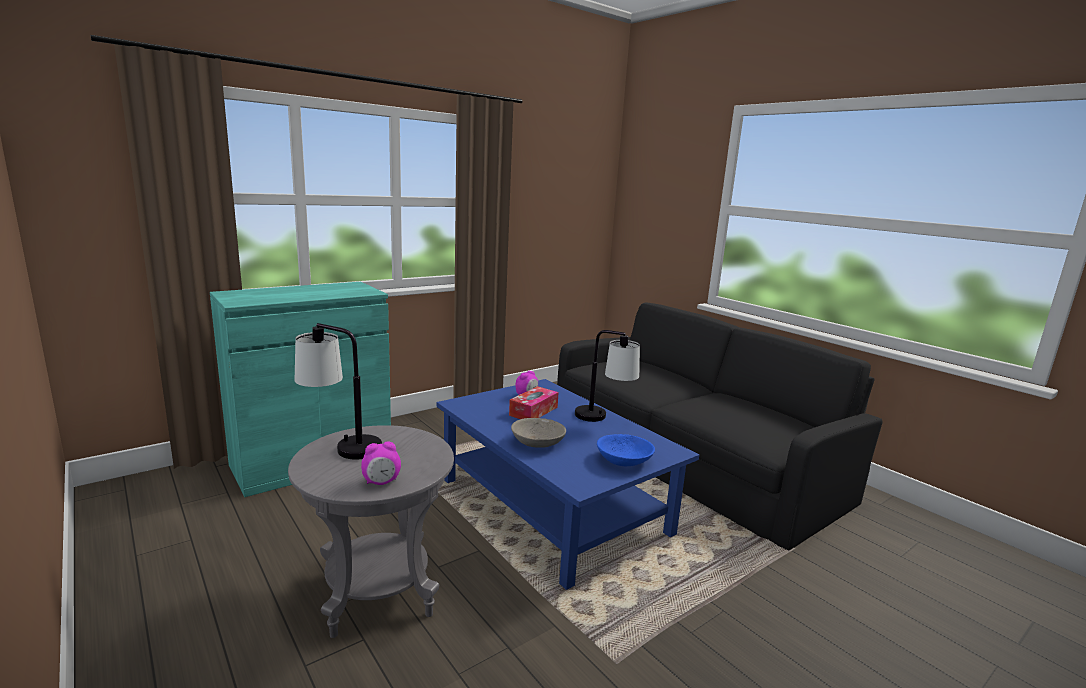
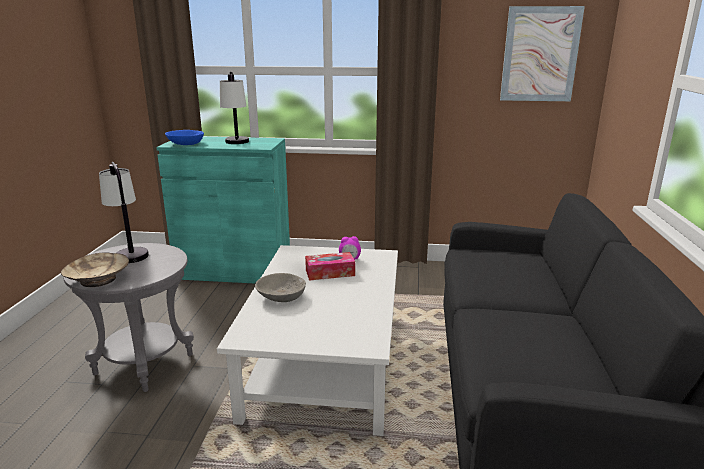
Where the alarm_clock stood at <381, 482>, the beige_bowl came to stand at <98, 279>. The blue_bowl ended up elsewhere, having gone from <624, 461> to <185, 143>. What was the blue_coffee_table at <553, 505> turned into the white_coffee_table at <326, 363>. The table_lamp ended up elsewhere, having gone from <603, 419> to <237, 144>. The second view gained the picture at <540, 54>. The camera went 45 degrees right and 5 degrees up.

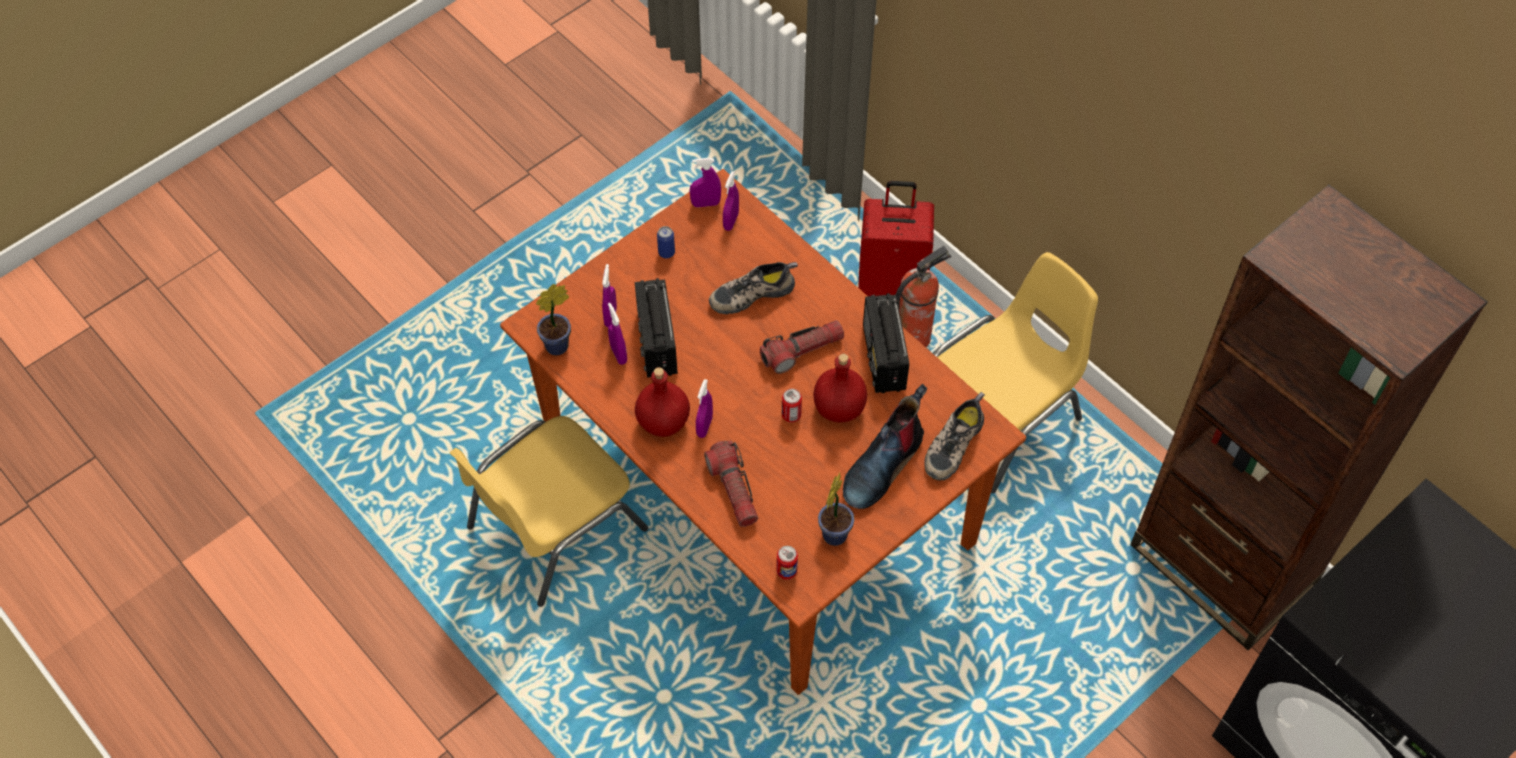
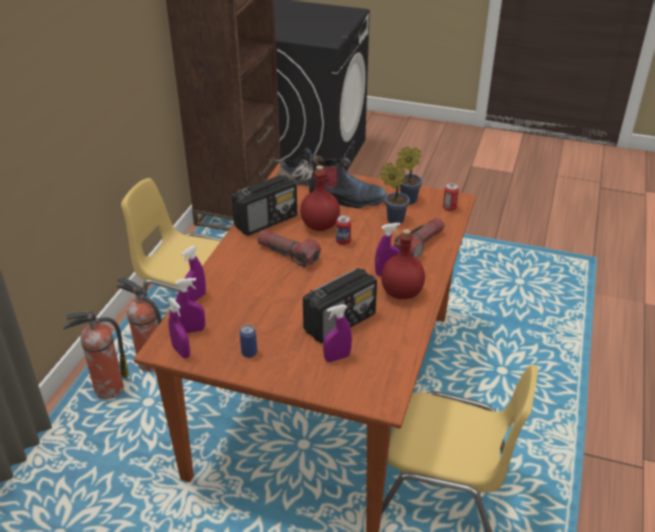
Where the red_suitcase stood at <892, 285>, the fire_extinguisher came to stand at <107, 390>. The purple_spray_bottle ended up elsewhere, having gone from <618, 354> to <196, 298>. The potted_plant ended up elsewhere, having gone from <560, 344> to <393, 219>. The second view lost the shoe at <752, 292>. The camera went 120 degrees left and 20 degrees down.

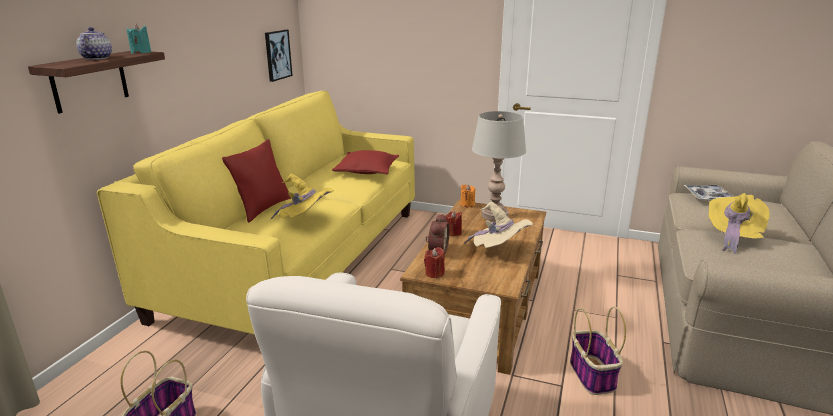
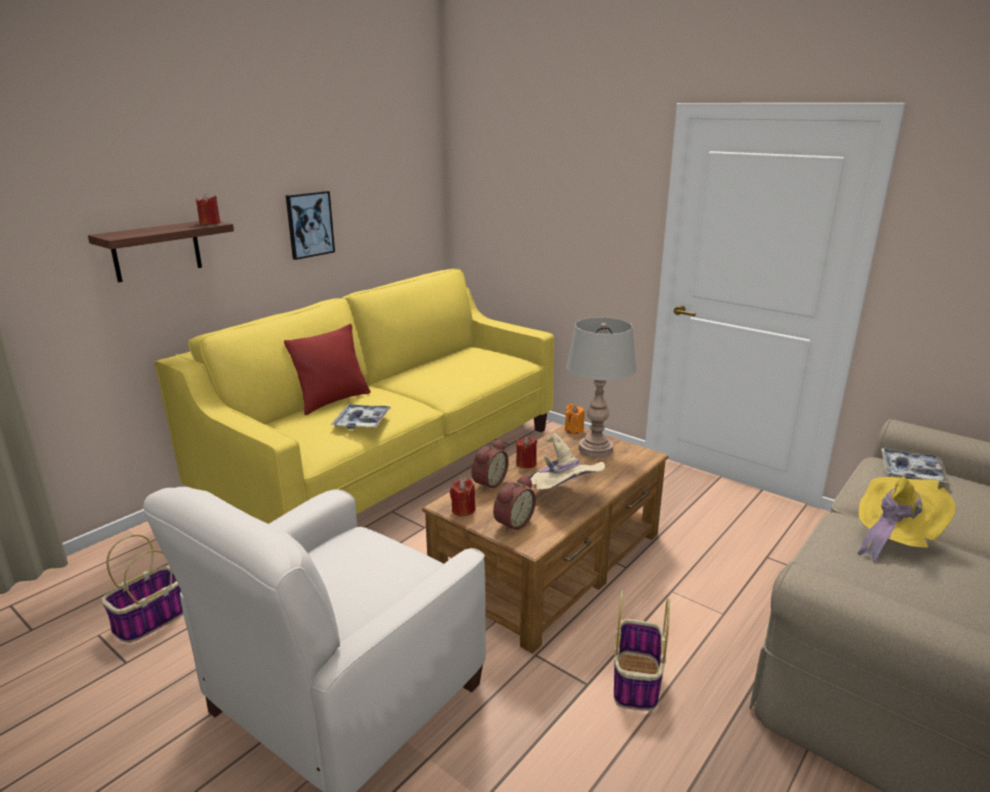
What was the turquoise_candle at <141, 52> turned into the red_candle at <210, 223>. The picture ended up elsewhere, having gone from <277, 55> to <309, 224>. Where the yellow_hat stood at <306, 220>, the tray came to stand at <362, 422>. The second view gained the alarm_clock at <512, 523>. The second view lost the teapot at <96, 58>. The second view lost the red_pillow at <367, 171>. The camera went 20 degrees right and 0 degrees up.

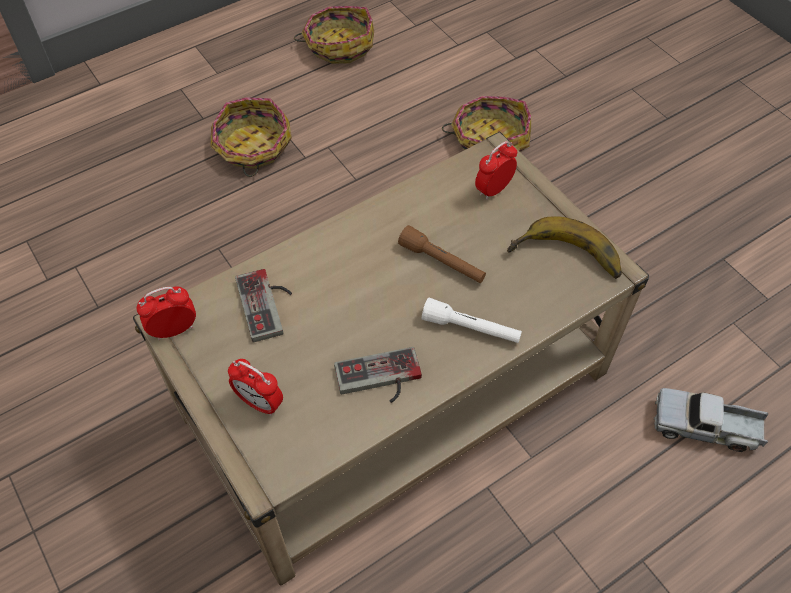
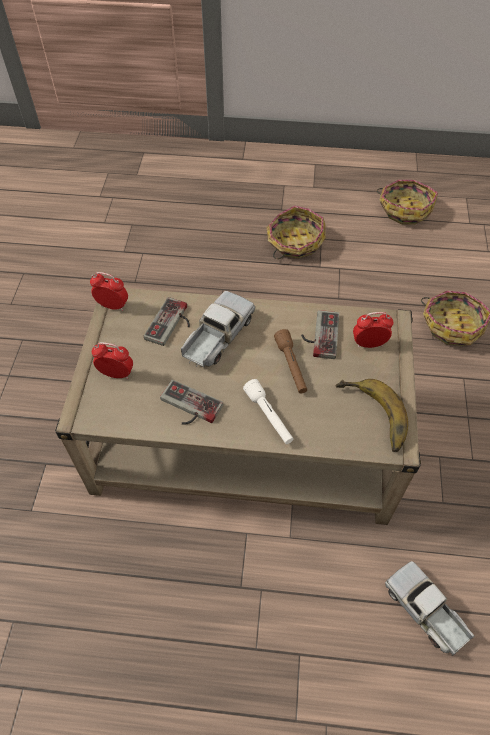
The alarm_clock at <260, 403> ended up facing another way, 120 degrees clockwise from before. The second view gained the toy_truck at <217, 336>. The second view gained the game_controller at <319, 335>. The camera went 40 degrees right and 0 degrees up.

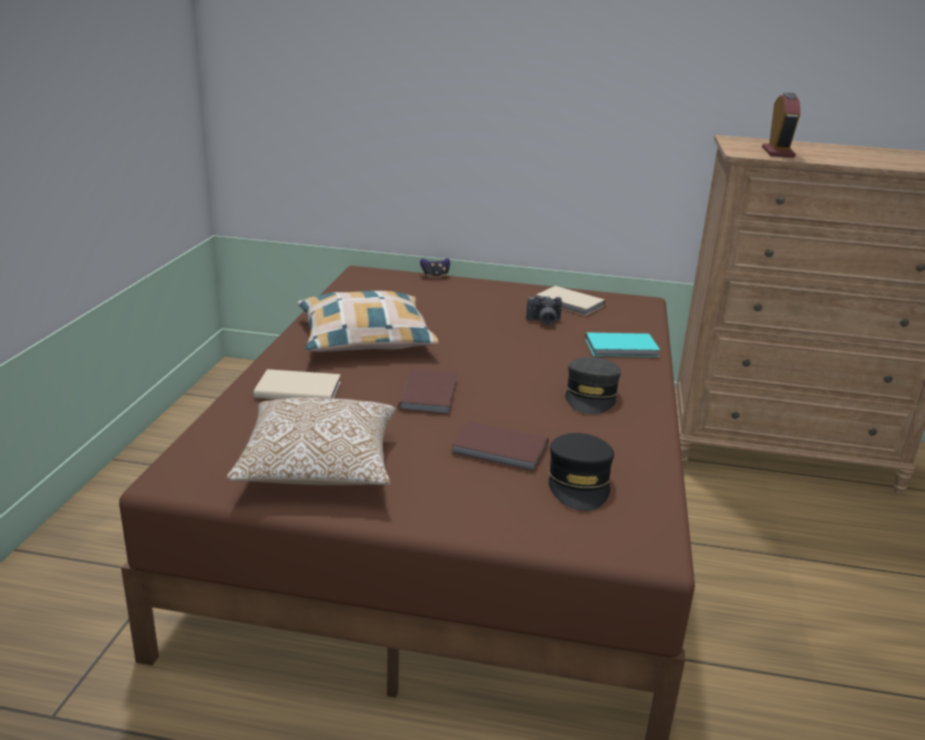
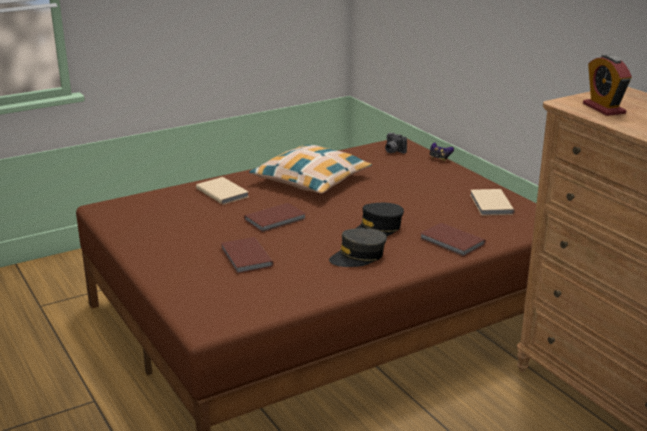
The black_cap ended up elsewhere, having gone from <579, 483> to <378, 229>. The photo_camera ended up elsewhere, having gone from <544, 321> to <393, 151>. What was the turquoise_book at <622, 348> turned into the brown_book at <451, 242>. The alarm_clock at <777, 152> ended up facing another way, 105 degrees clockwise from before. The second view lost the pillow at <318, 468>. The camera went 50 degrees right and 0 degrees up.

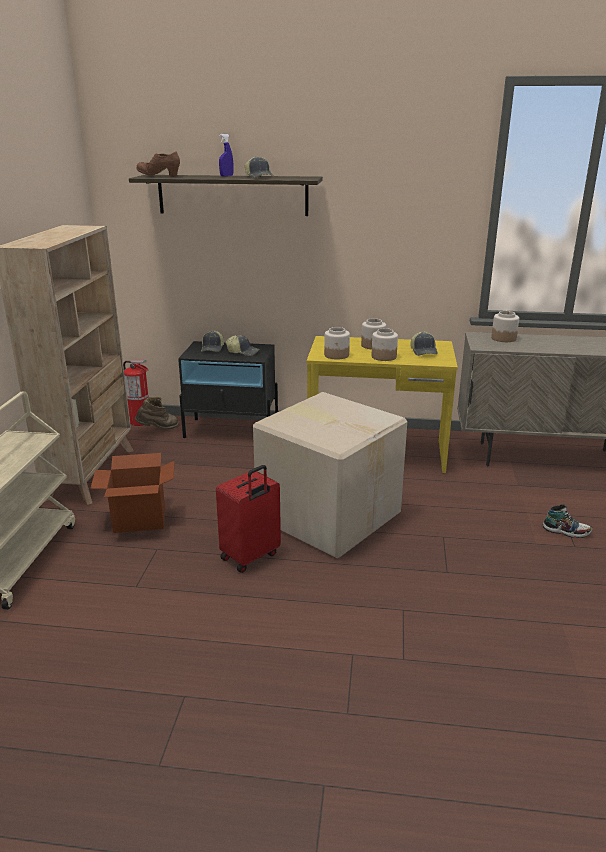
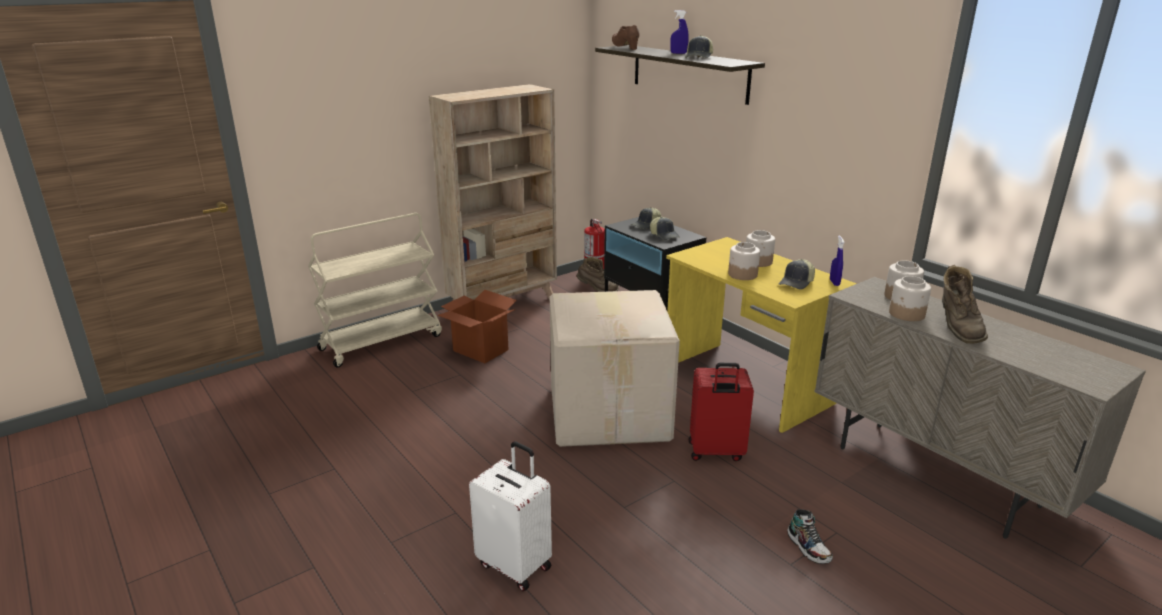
The second view gained the white_suitcase at <515, 565>. The red_suitcase ended up elsewhere, having gone from <251, 557> to <716, 452>. The second view gained the blue_spray_bottle at <834, 282>. The jar ended up elsewhere, having gone from <336, 355> to <907, 314>. The second view gained the brown_boot at <957, 329>. The camera went 45 degrees right and 0 degrees up.

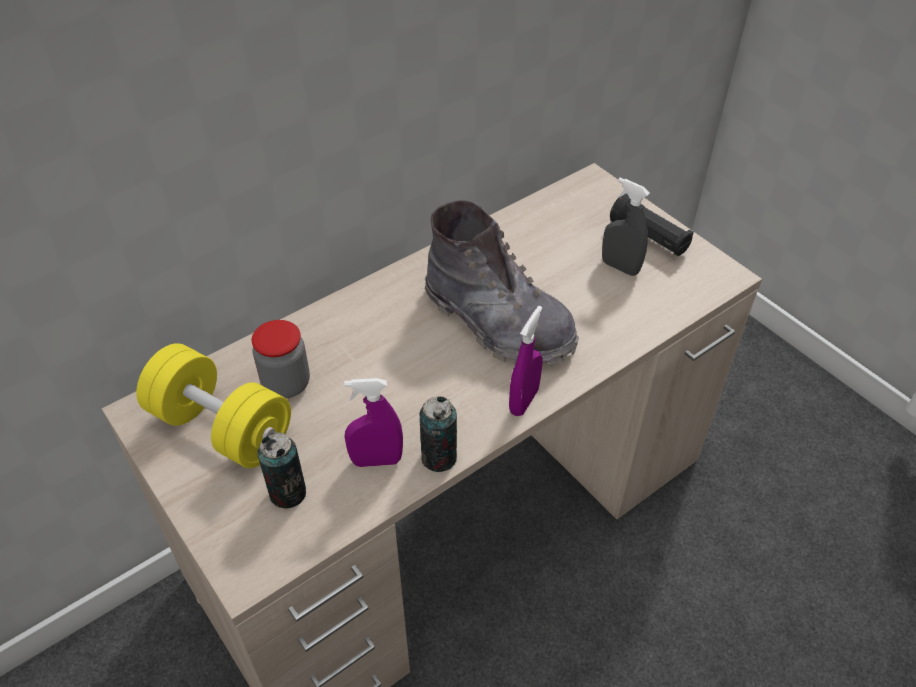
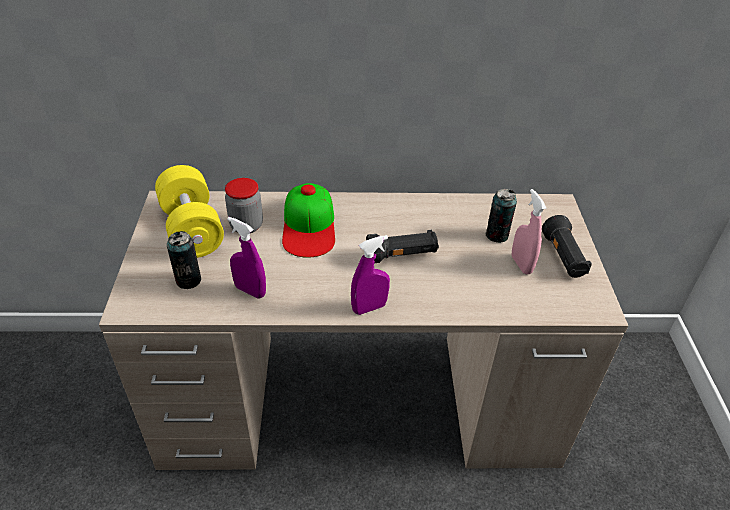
The second view gained the cap at <309, 226>. Where the grey_boot stood at <498, 322>, the black_flashlight came to stand at <401, 256>. The can ended up elsewhere, having gone from <439, 458> to <497, 235>. What was the grey_spray_bottle at <620, 267> turned into the pink_spray_bottle at <521, 264>. The camera went 35 degrees right and 5 degrees down.

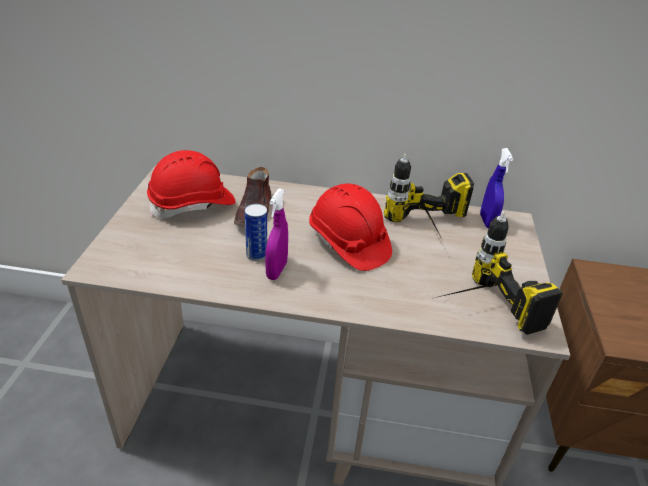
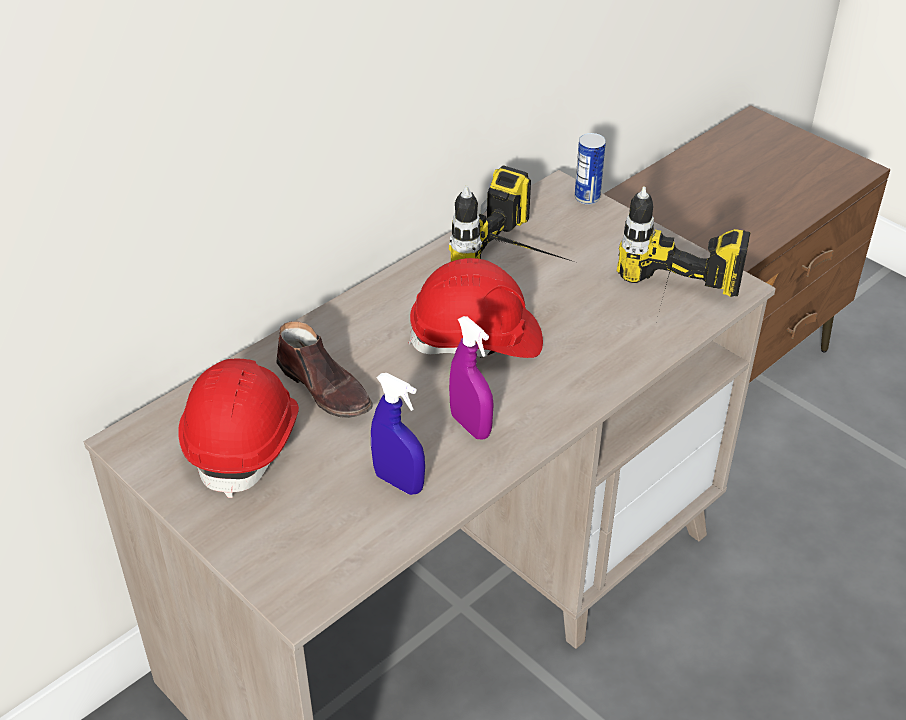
The blue_spray_bottle ended up elsewhere, having gone from <487, 222> to <399, 482>. The can ended up elsewhere, having gone from <256, 255> to <587, 198>. The camera went 50 degrees left and 5 degrees up.

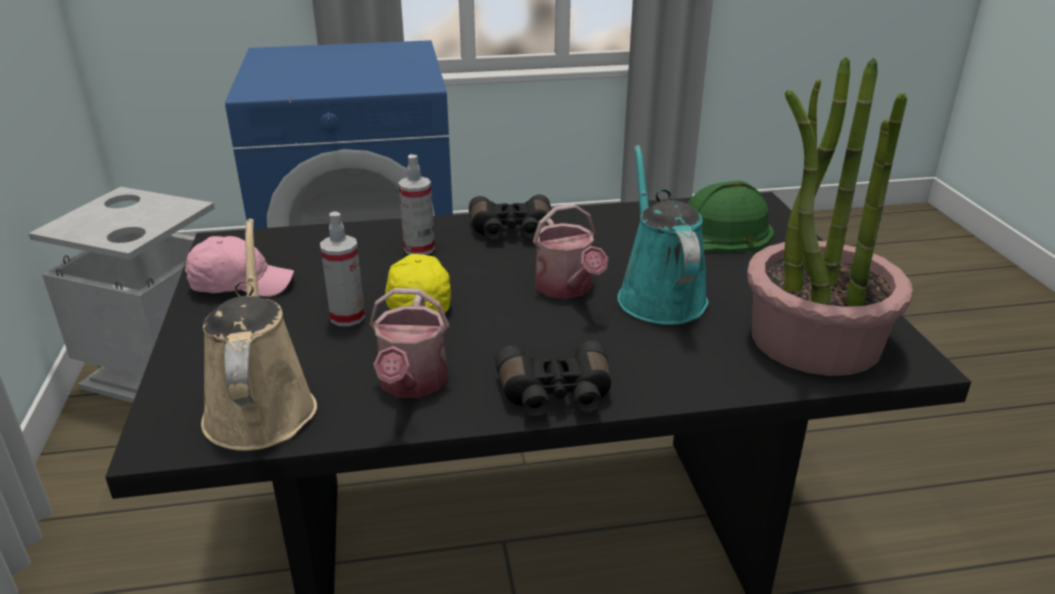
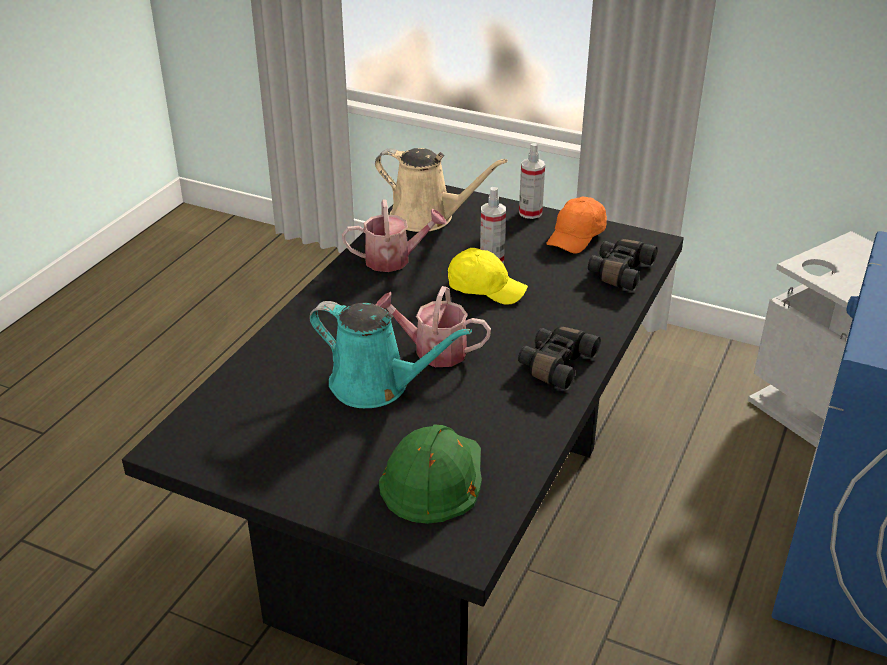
The watering_can at <411, 384> ended up facing another way, 135 degrees clockwise from before. The spray_bottle ended up elsewhere, having gone from <419, 249> to <530, 213>. What was the pink_cap at <241, 284> turned into the orange_cap at <576, 236>. The black_binoculars ended up elsewhere, having gone from <555, 395> to <619, 272>. The second view lost the potted_plant at <814, 339>. The camera went 125 degrees right and 5 degrees up.

